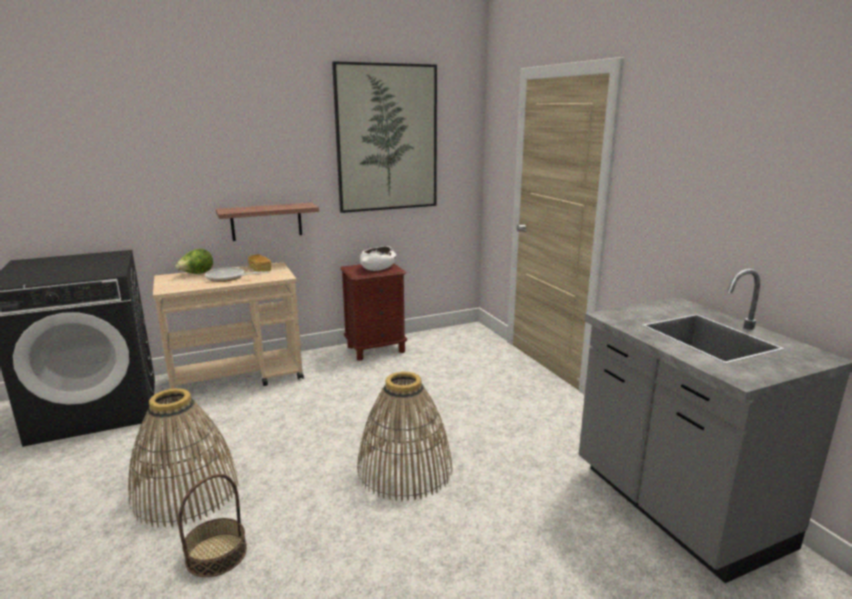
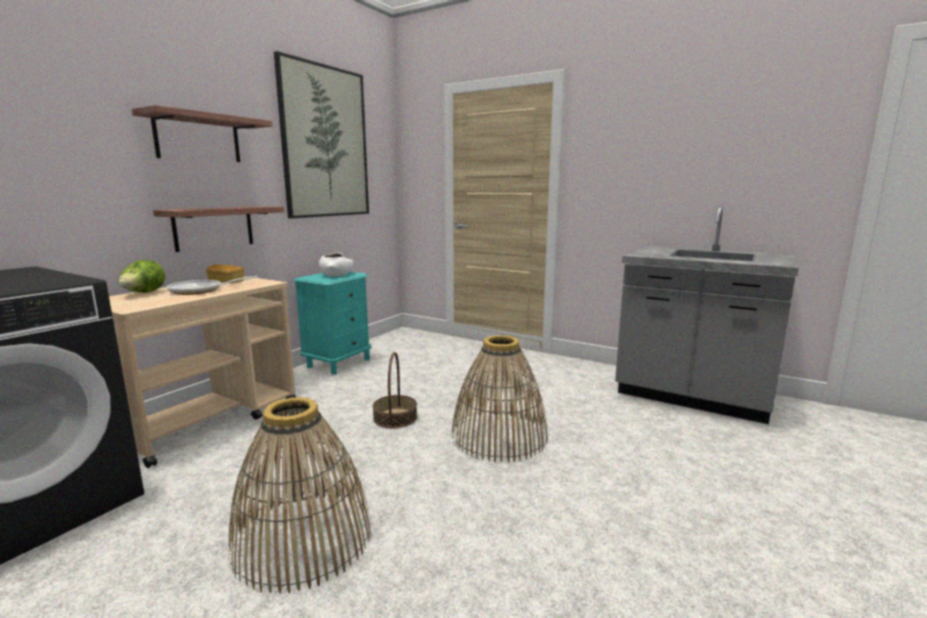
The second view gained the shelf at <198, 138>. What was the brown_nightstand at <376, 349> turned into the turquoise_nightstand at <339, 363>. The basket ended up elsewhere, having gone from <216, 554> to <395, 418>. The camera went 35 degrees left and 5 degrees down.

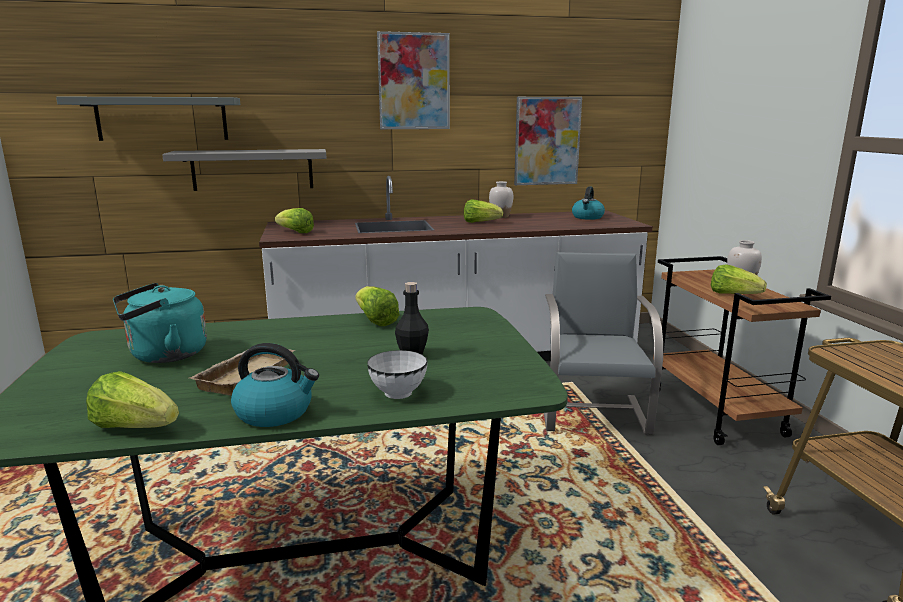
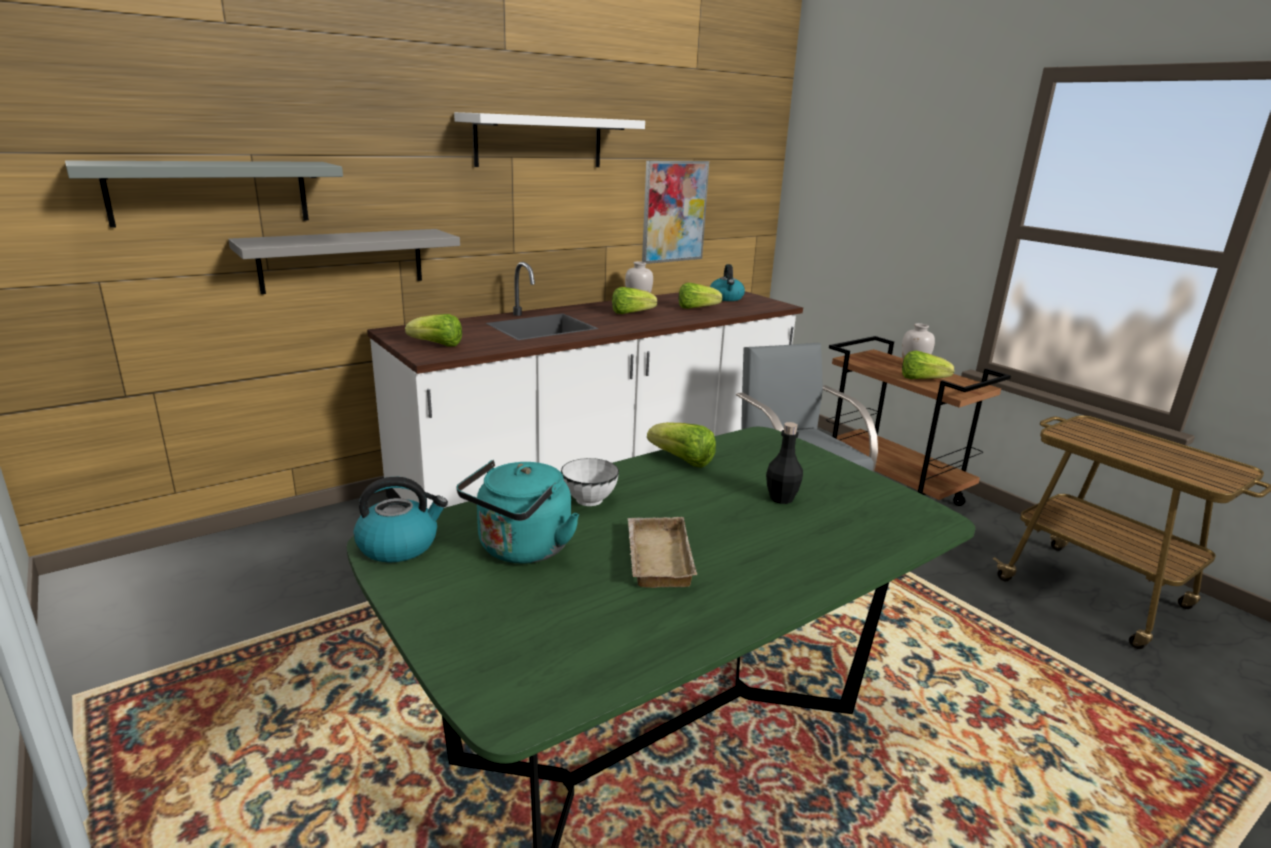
The kettle ended up elsewhere, having gone from <275, 412> to <399, 545>. Where the picture hung at <414, 81>, the white_shelf came to hang at <539, 141>. The white_bowl ended up elsewhere, having gone from <398, 393> to <590, 500>. The lettuce ended up elsewhere, having gone from <135, 427> to <696, 308>. The camera went 25 degrees left and 5 degrees up.

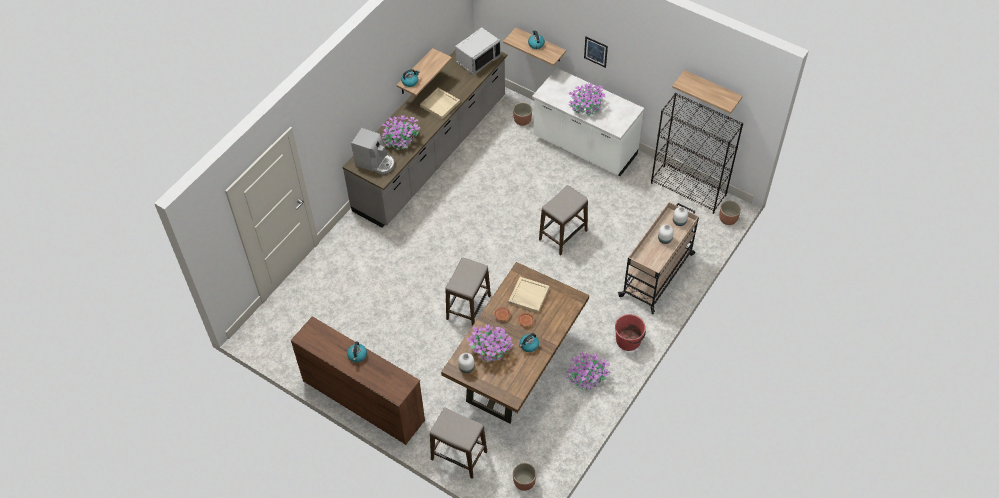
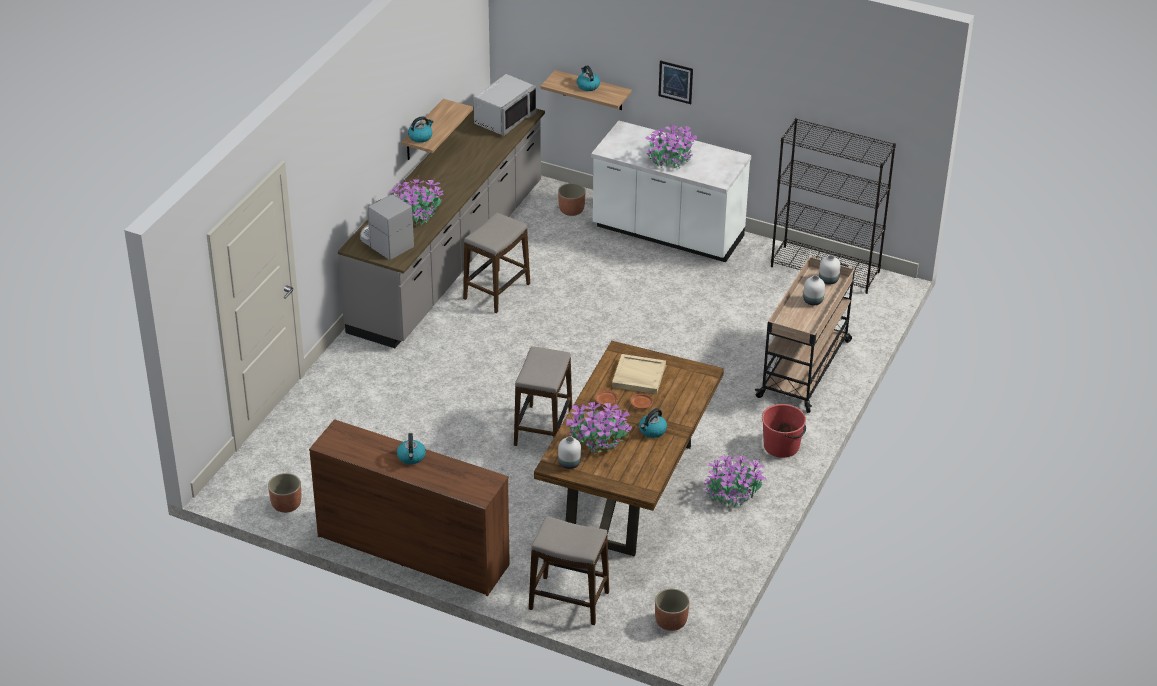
The planter ended up elsewhere, having gone from <728, 219> to <286, 504>. The coffee_machine at <375, 163> ended up facing another way, 150 degrees counterclockwise from before. The stool ended up elsewhere, having gone from <563, 235> to <497, 291>. The second view lost the beige_tray at <440, 104>. The second view lost the shelf at <712, 90>. The camera went 10 degrees left and 15 degrees down.

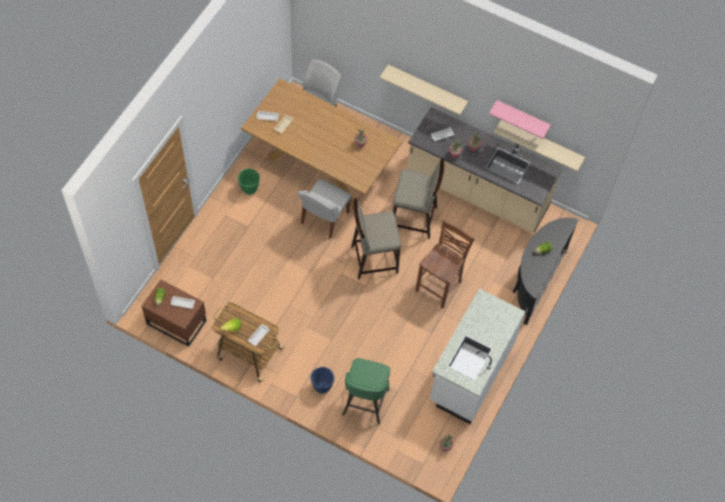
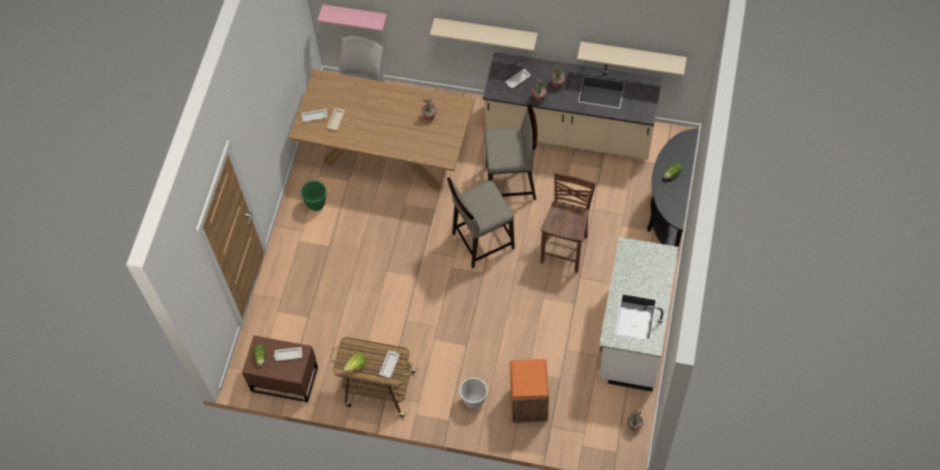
The pink_shelf ended up elsewhere, having gone from <522, 117> to <355, 16>. What was the blue_planter at <322, 387> turned into the white_planter at <474, 401>. Where the green_stool stood at <365, 404>, the orange_trash_can came to stand at <528, 405>. The second view lost the white_chair at <324, 218>. The camera went 10 degrees left and 0 degrees up.

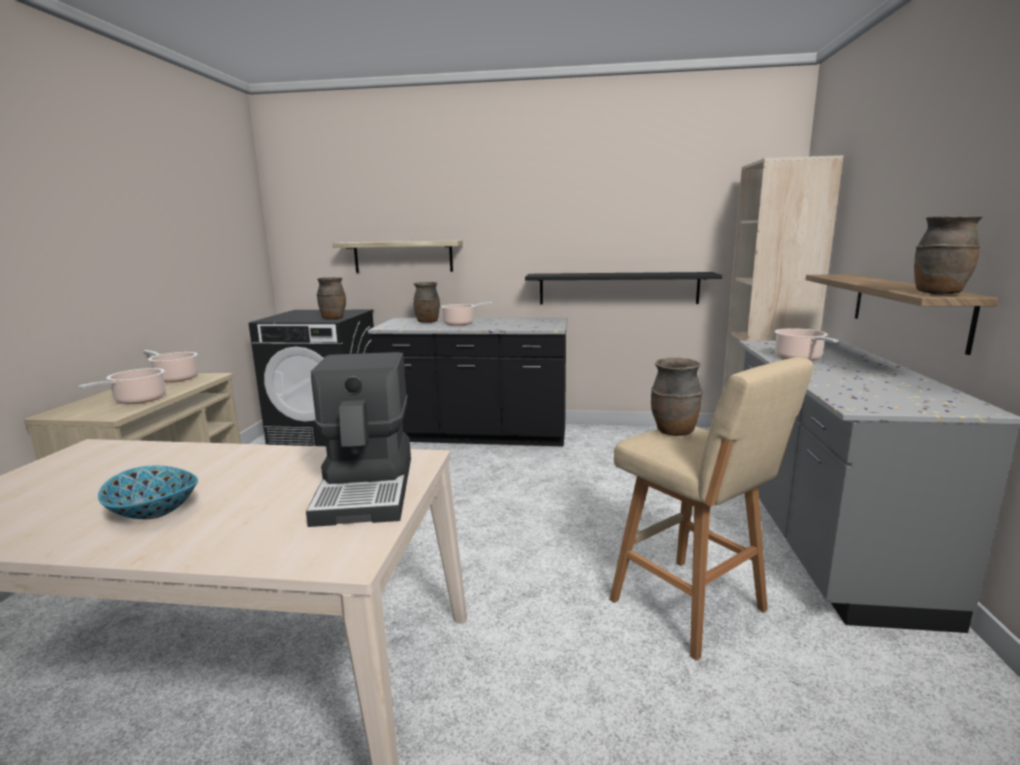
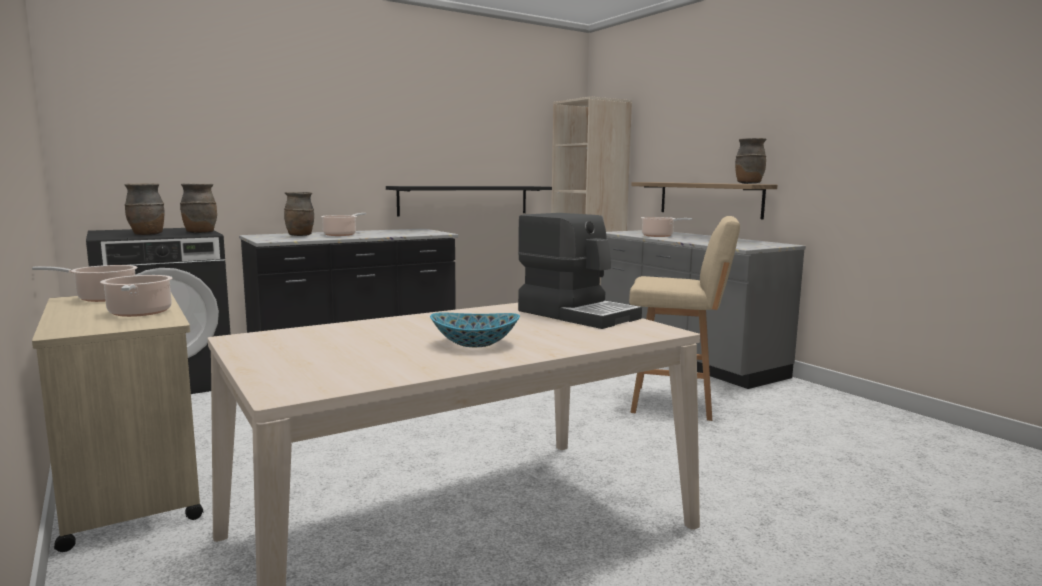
The brown_vase ended up elsewhere, having gone from <674, 432> to <147, 235>. The second view lost the shelf at <403, 256>. The camera went 40 degrees left and 5 degrees down.

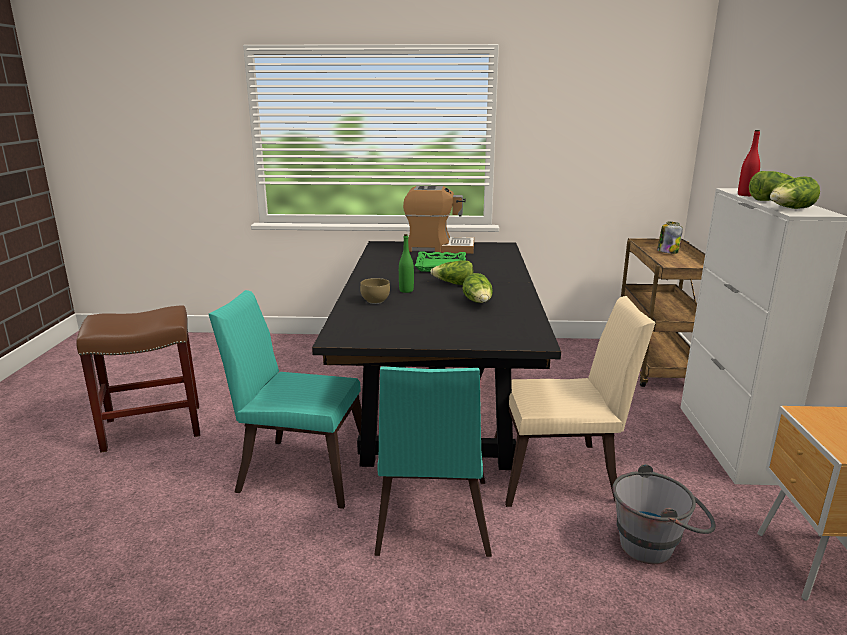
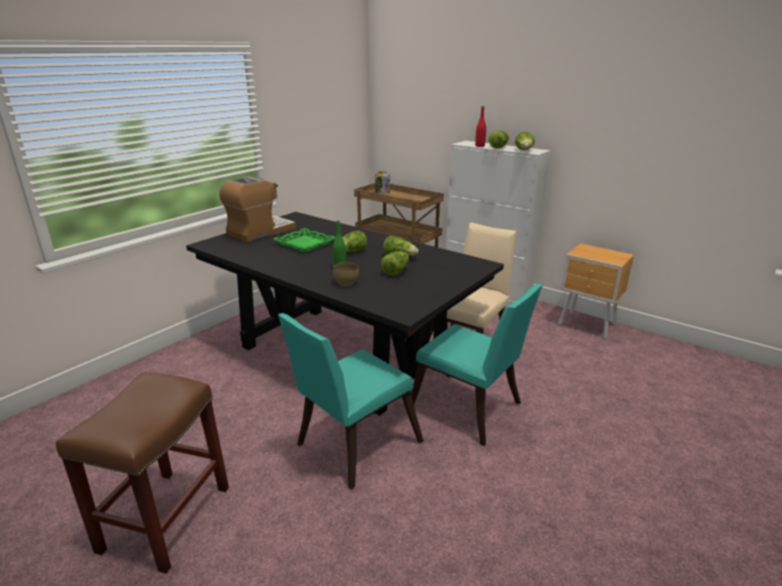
The second view gained the lettuce at <396, 271>. The second view lost the grey_bucket at <656, 546>. The camera went 55 degrees left and 5 degrees up.

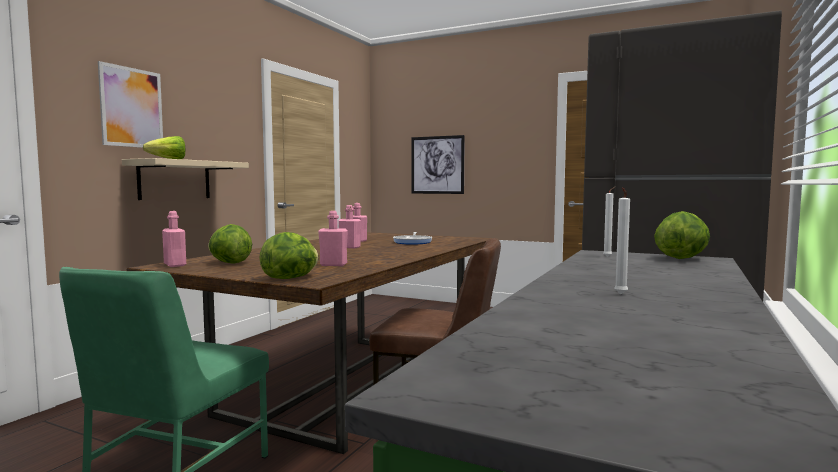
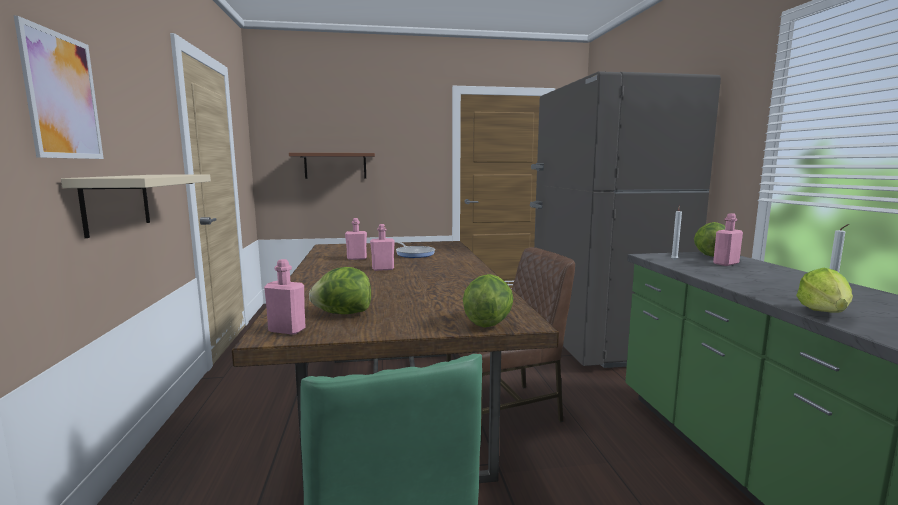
Where the picture hung at <437, 165>, the brown_shelf came to hang at <335, 166>. The pink_bottle ended up elsewhere, having gone from <333, 265> to <726, 263>. The lettuce ended up elsewhere, having gone from <164, 159> to <824, 315>. The camera went 35 degrees left and 5 degrees up.

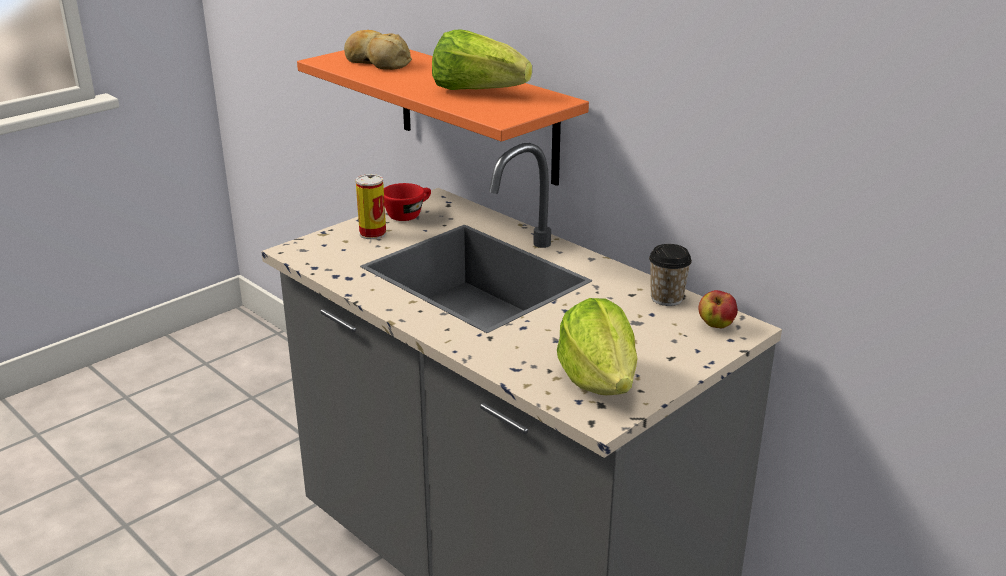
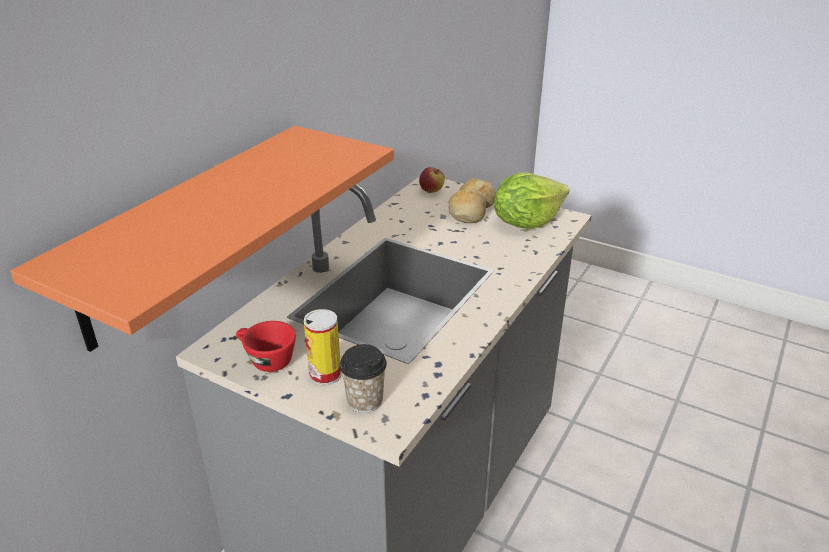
The cup ended up elsewhere, having gone from <666, 298> to <365, 401>. The bread ended up elsewhere, having gone from <377, 62> to <471, 210>. The second view lost the lettuce at <477, 91>. The camera went 105 degrees left and 5 degrees up.

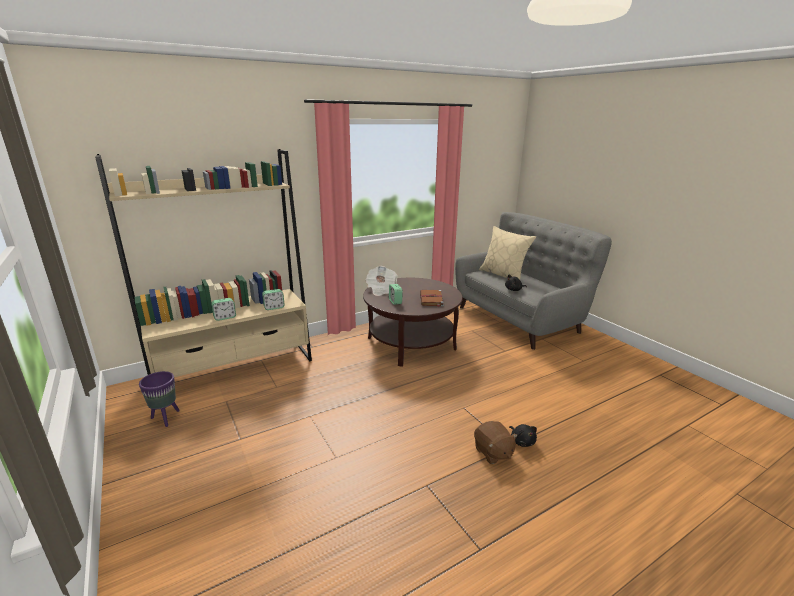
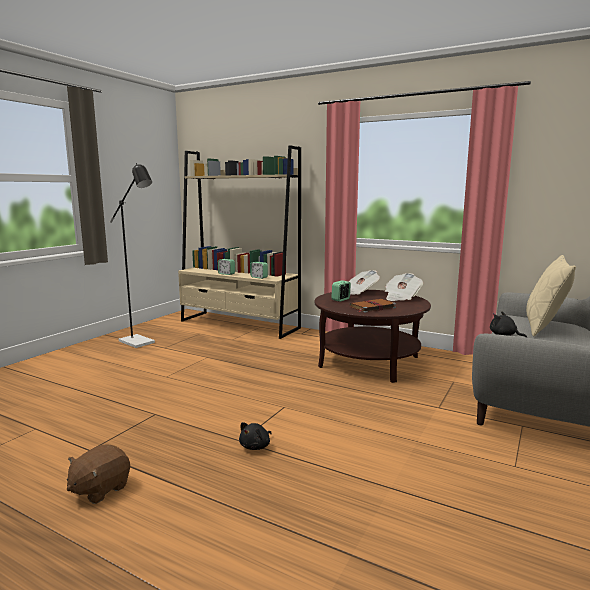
The brown_plush_toy ended up elsewhere, having gone from <493, 452> to <100, 489>. The second view gained the black_floor_lamp at <140, 343>. The second view gained the newspaper at <401, 297>. The second view lost the purple_planter at <165, 418>. The camera went 60 degrees right and 10 degrees down.

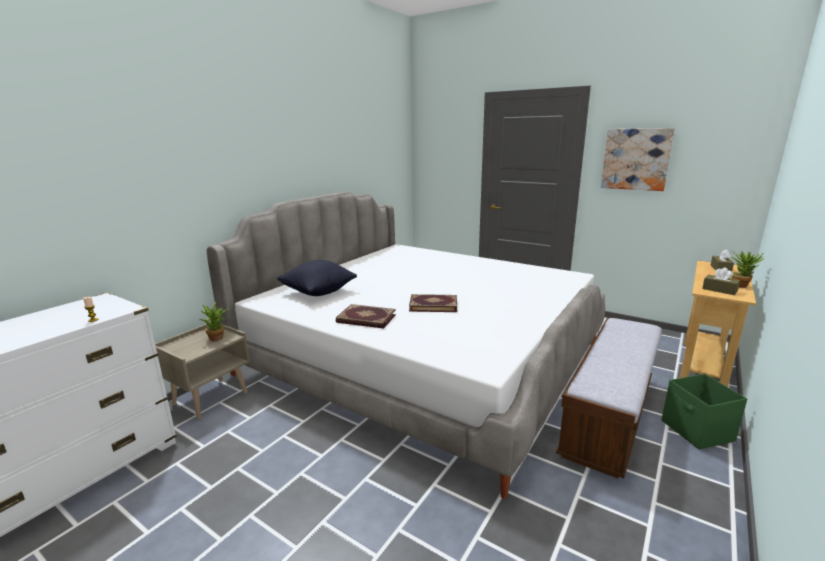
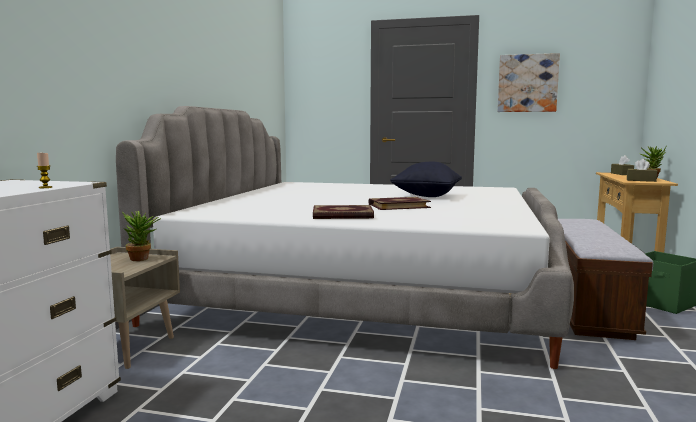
The black_pillow ended up elsewhere, having gone from <318, 292> to <426, 196>. The camera went 20 degrees left and 10 degrees down.

